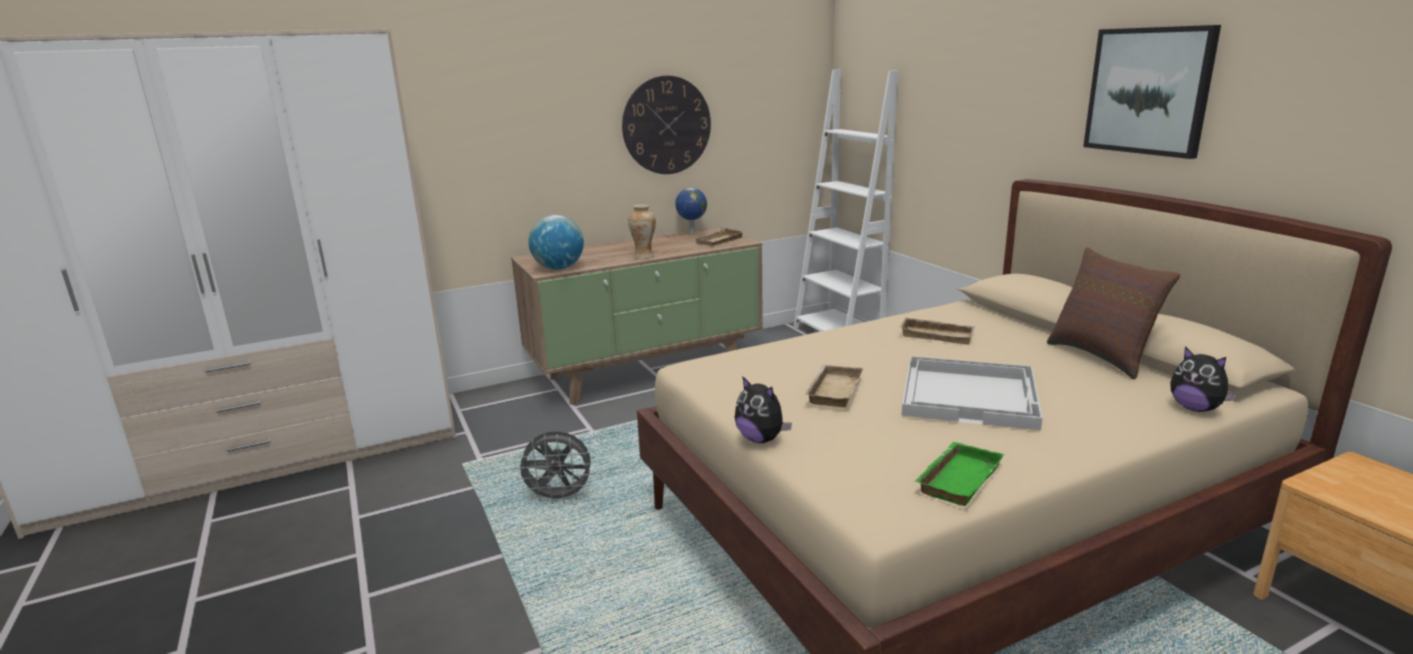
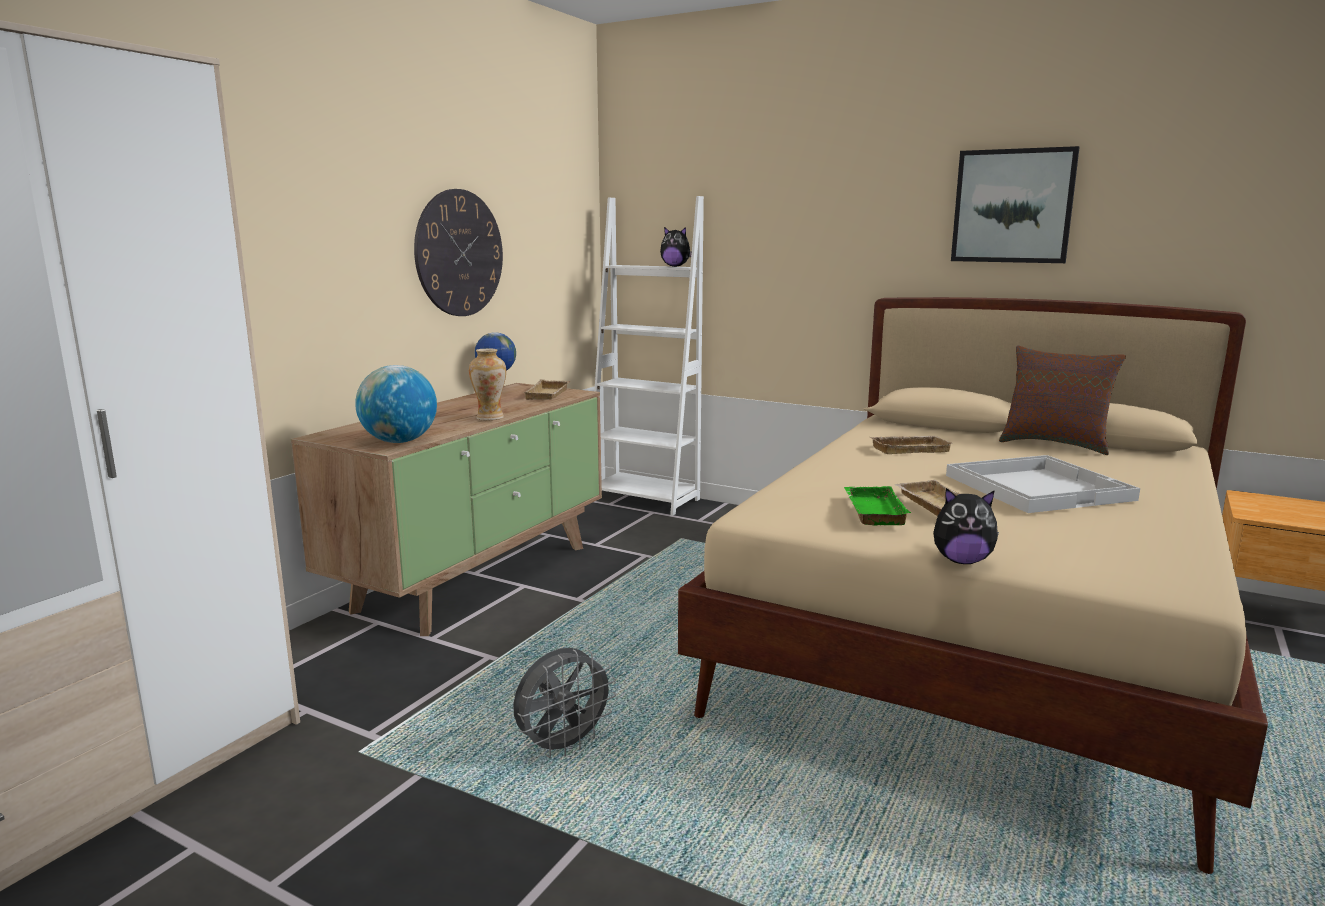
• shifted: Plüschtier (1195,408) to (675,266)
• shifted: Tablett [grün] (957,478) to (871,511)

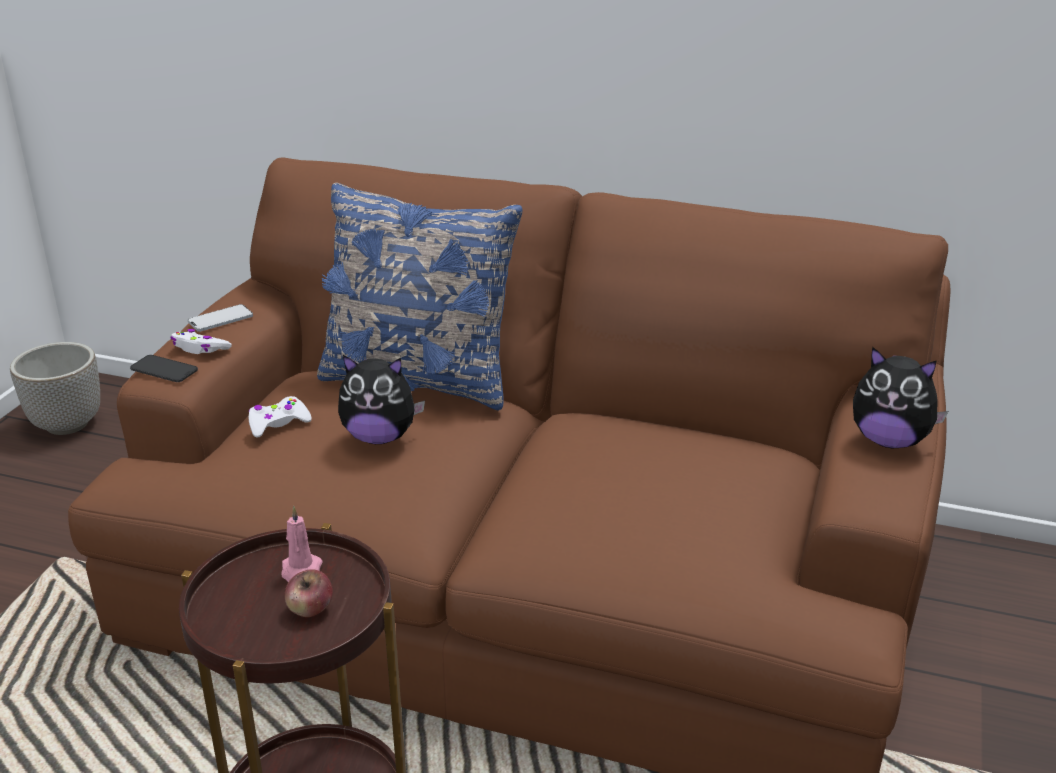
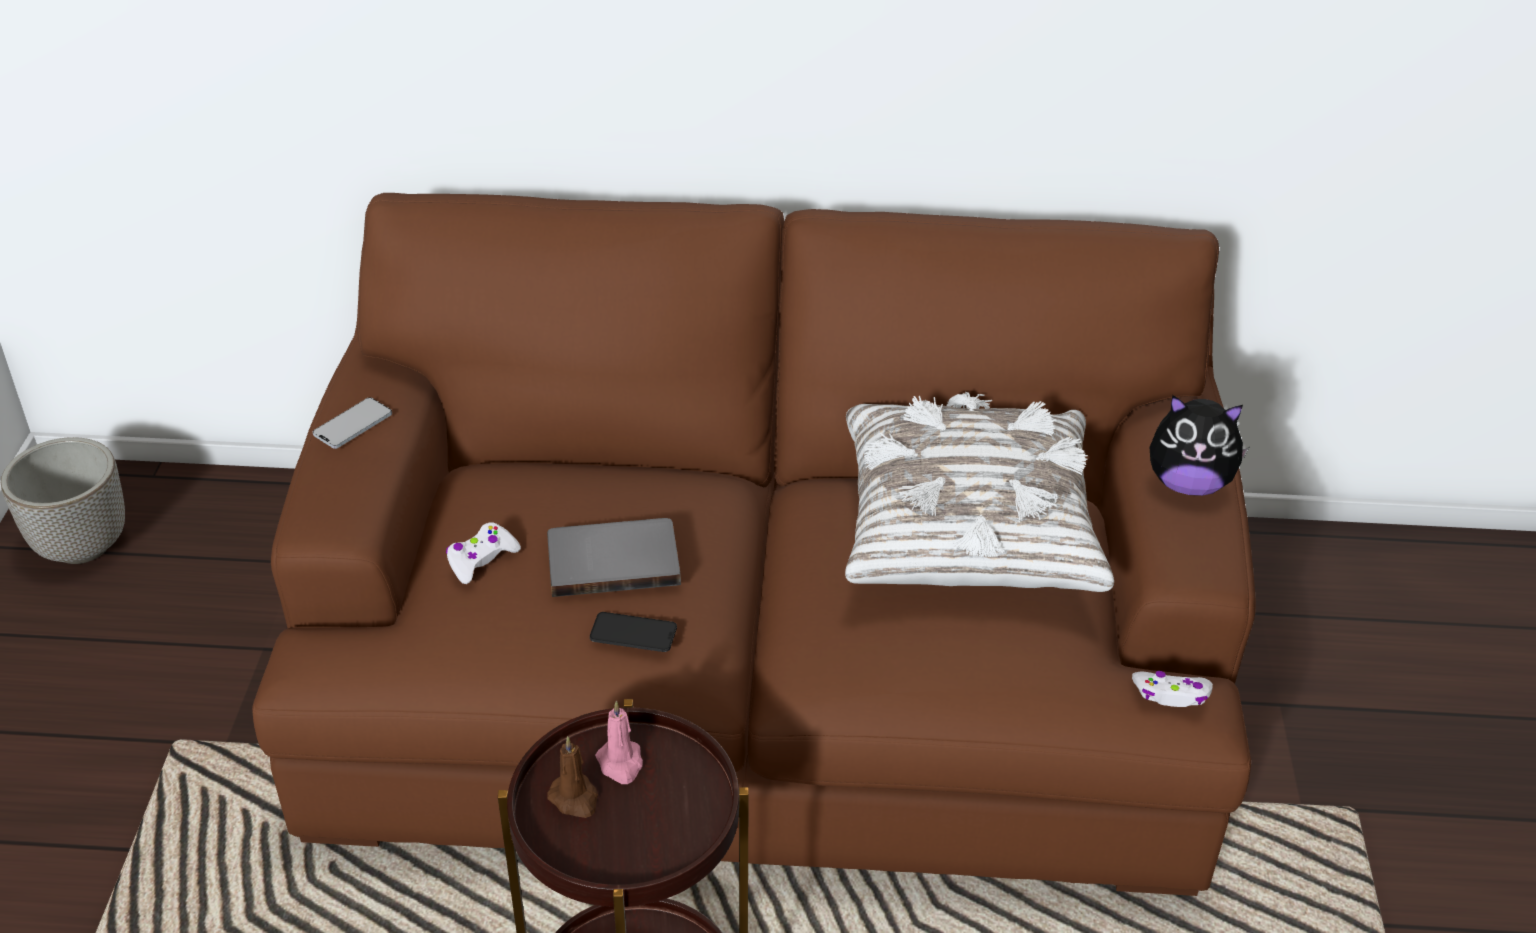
• swapped: Plüschtier (380,437) to Buch [grau] (613,559)
• new: Kerze [braun] (575,799)
• shifted: Handy (164,369) to (633,633)
• new: Kissen [weiß] (967,535)
• shifted: Gamepad [weiß] (200,349) to (1171,694)
• gone: Apfel (310,609)
• gone: Kissen [blau] (418,383)

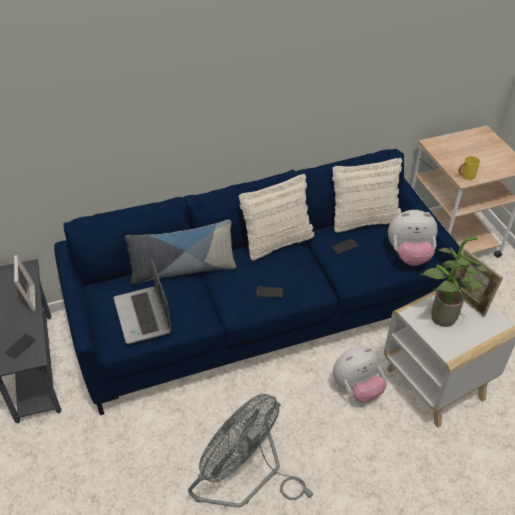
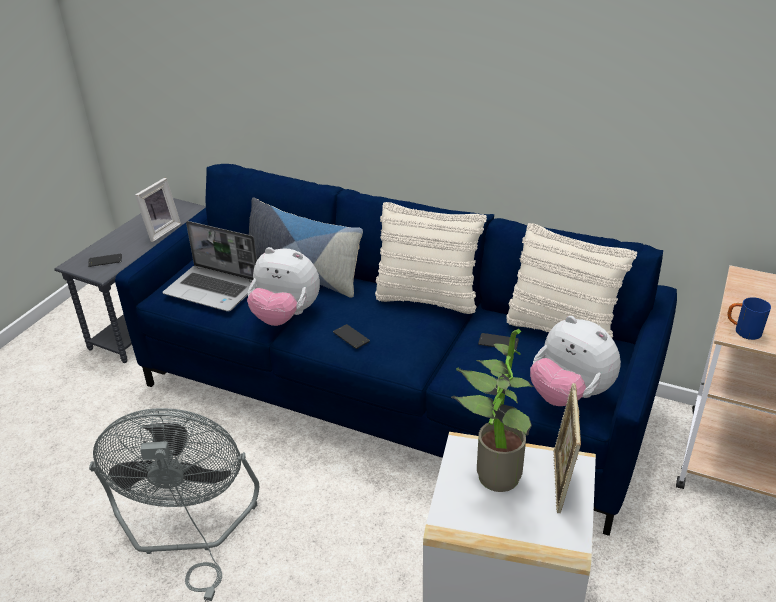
• rotated: Laptop (143,316) = (214,289) 90 degrees counterclockwise
• shifted: Plüschtier (357,388) to (285,316)
• repainted: Henkelbecher [gelb] (465,176) to Henkelbecher [blau] (742,331)

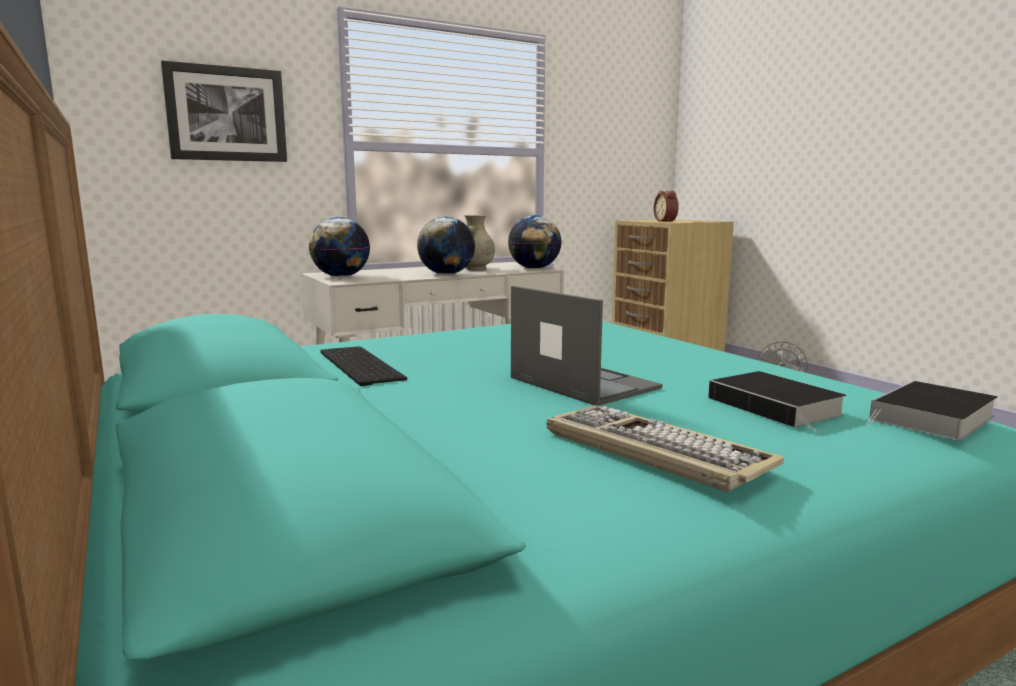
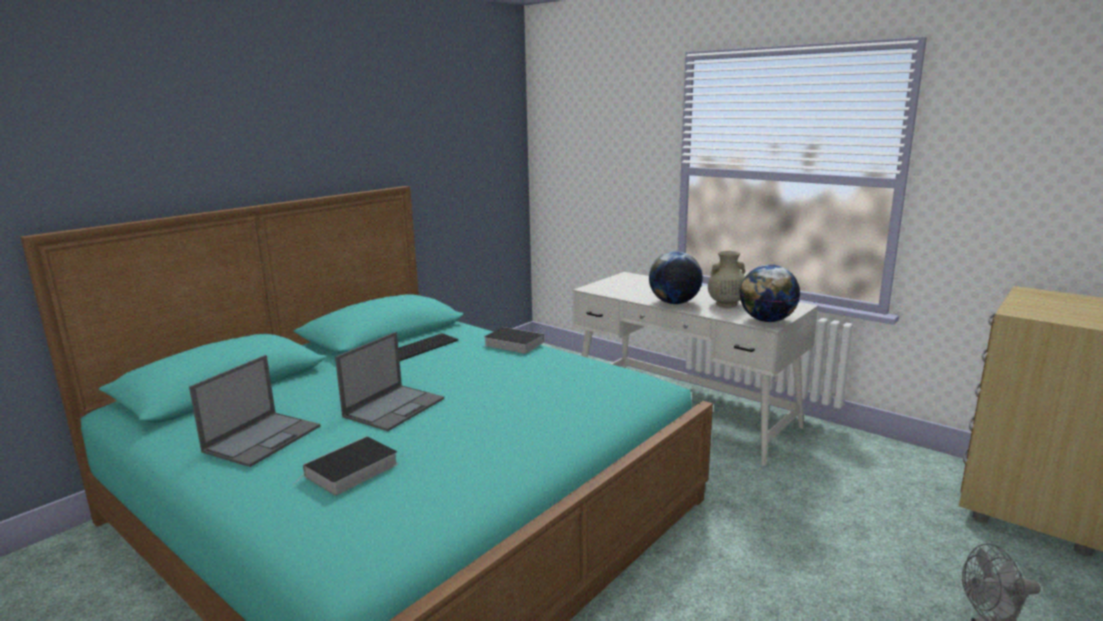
• swapped: Tastatur (651,450) to Laptop (263,438)
• shifted: Buch (932,418) to (512,343)
• gone: Bild (226,114)
• gone: Globus (341,276)
• gone: Wecker (666,221)

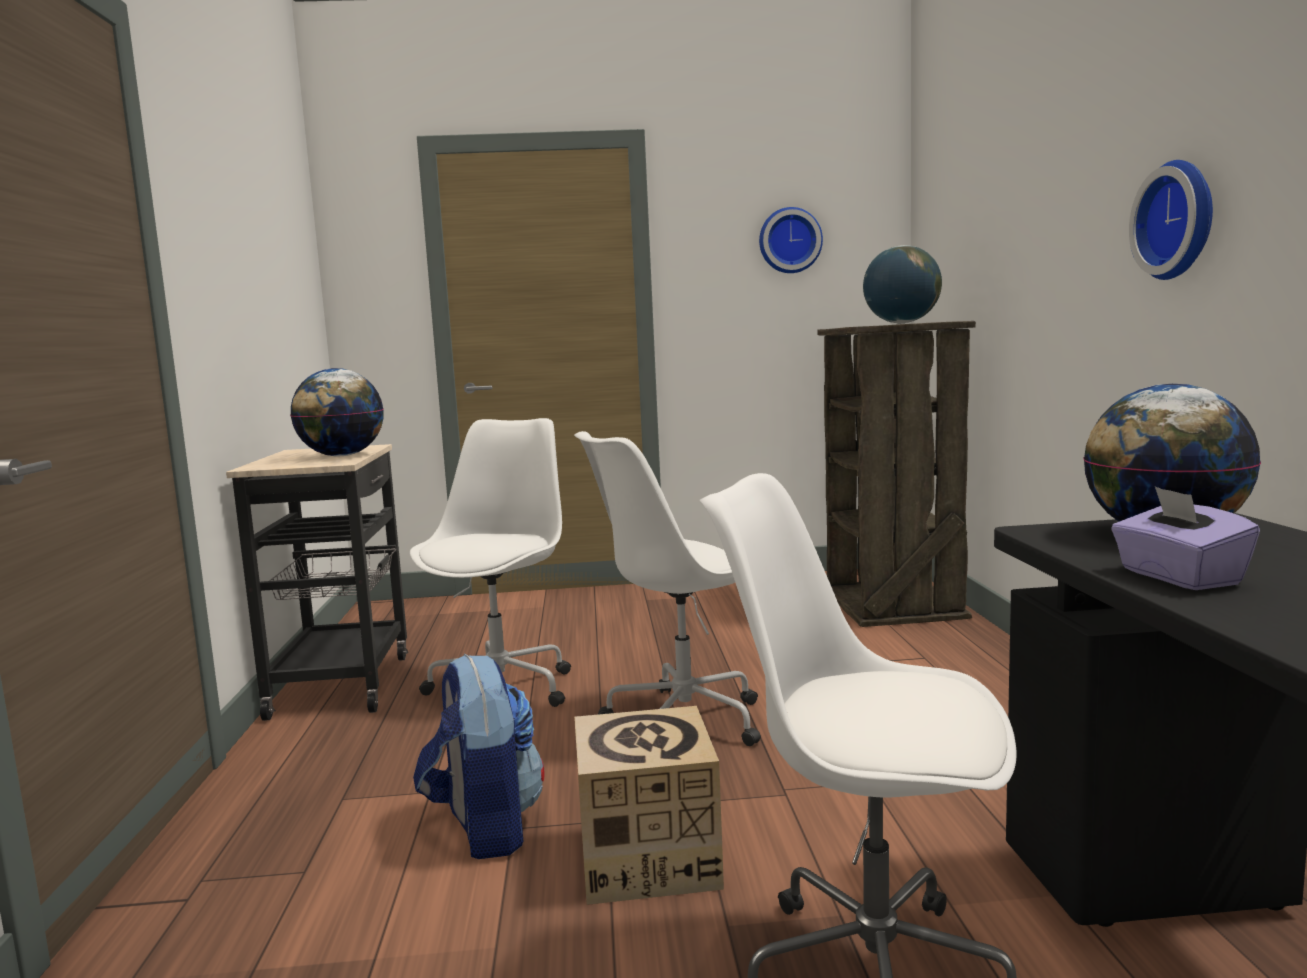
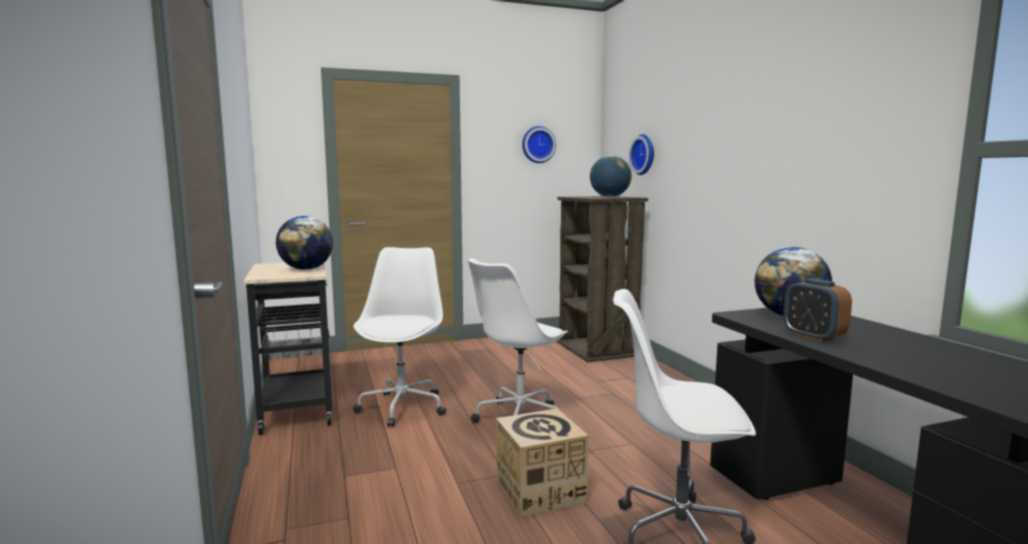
• shifted: Wanduhr (1180,220) to (644,154)
• swapped: Taschentuchbox [lila] (1178,577) to Wecker (813,337)
• gone: Rucksack (484,828)

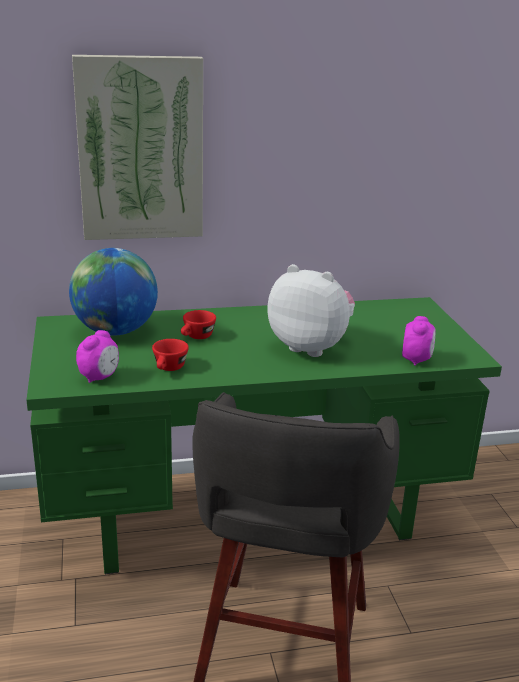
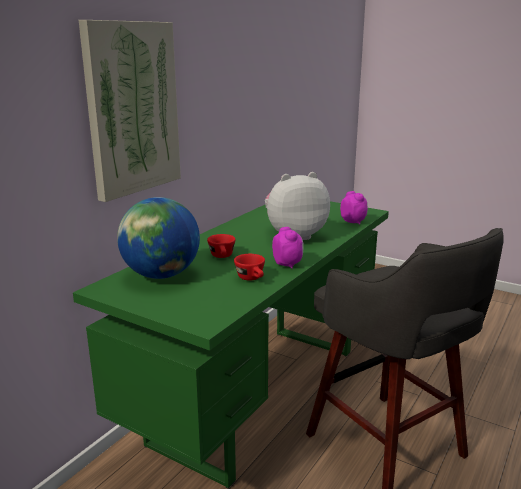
• shifted: Wecker (99,377) to (288,264)

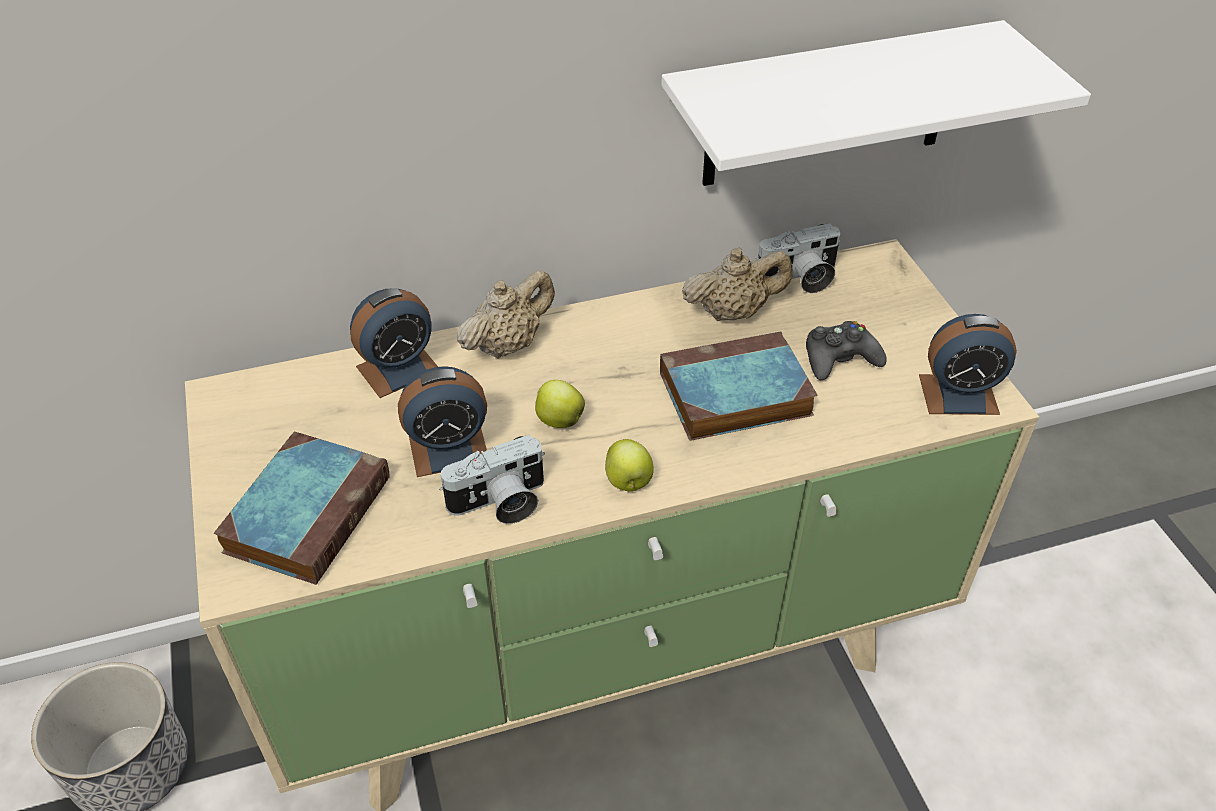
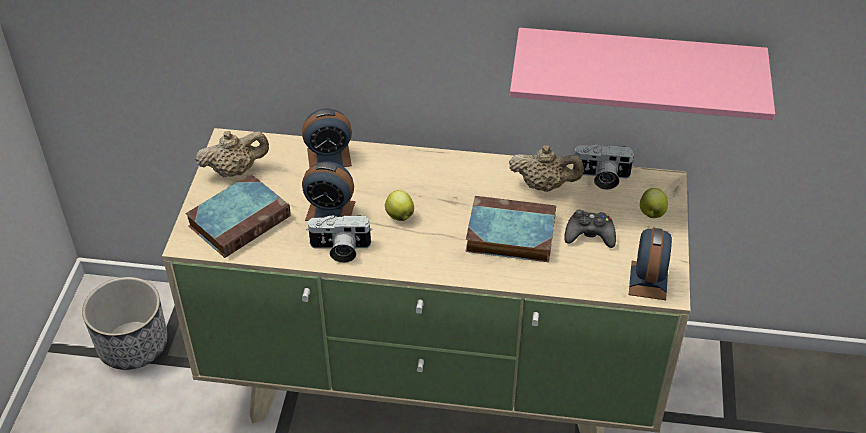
• shifted: Teekanne [beige] (508,344) to (235,170)
• repainted: Wandregal [weiß] (829,106) to Wandregal [rosa] (636,72)
• rotated: Wecker (958,394) = (648,280) 105 degrees counterclockwise
• shifted: Apfel (628,482) to (651,213)

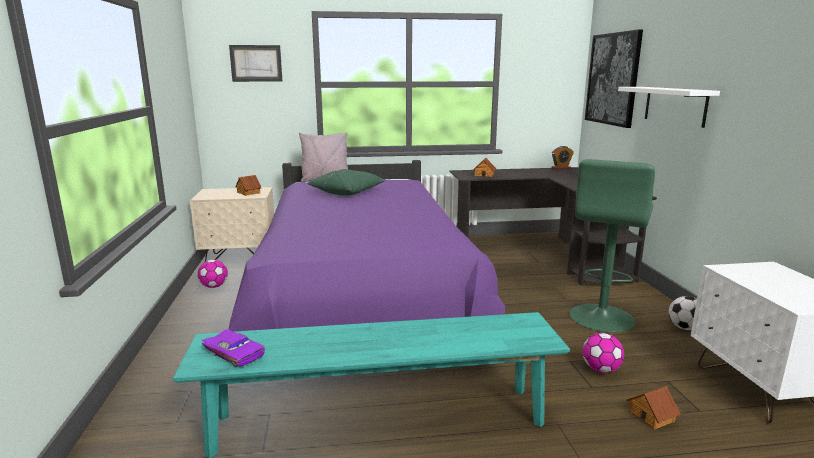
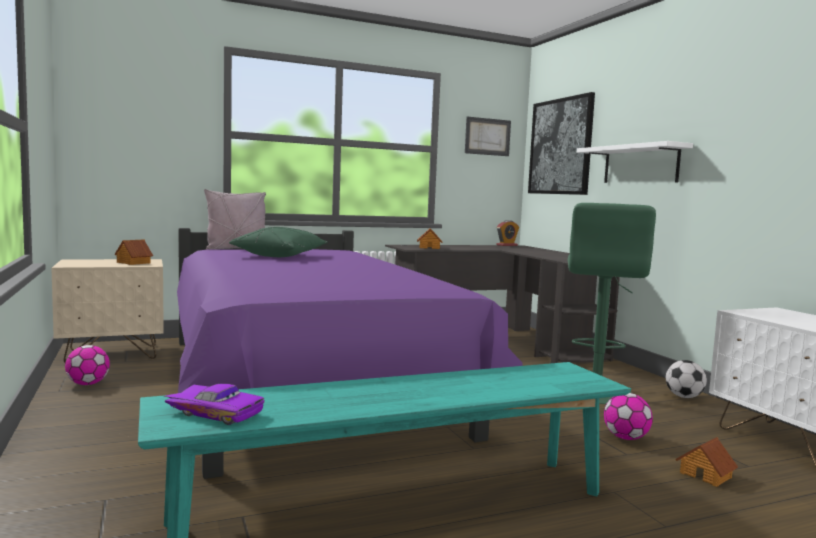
• shifted: Bild (256,63) to (487,136)

